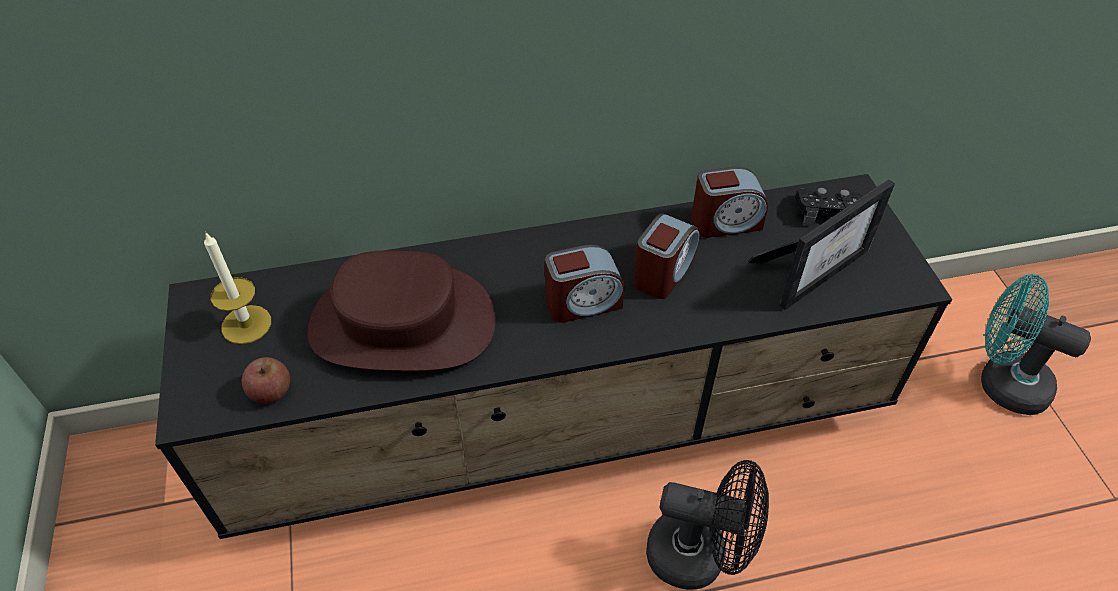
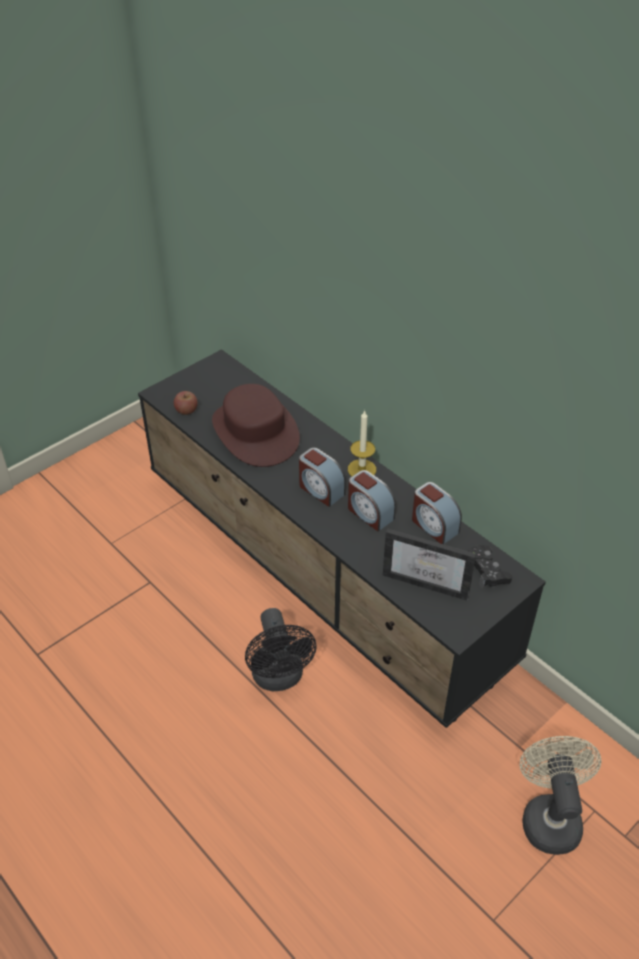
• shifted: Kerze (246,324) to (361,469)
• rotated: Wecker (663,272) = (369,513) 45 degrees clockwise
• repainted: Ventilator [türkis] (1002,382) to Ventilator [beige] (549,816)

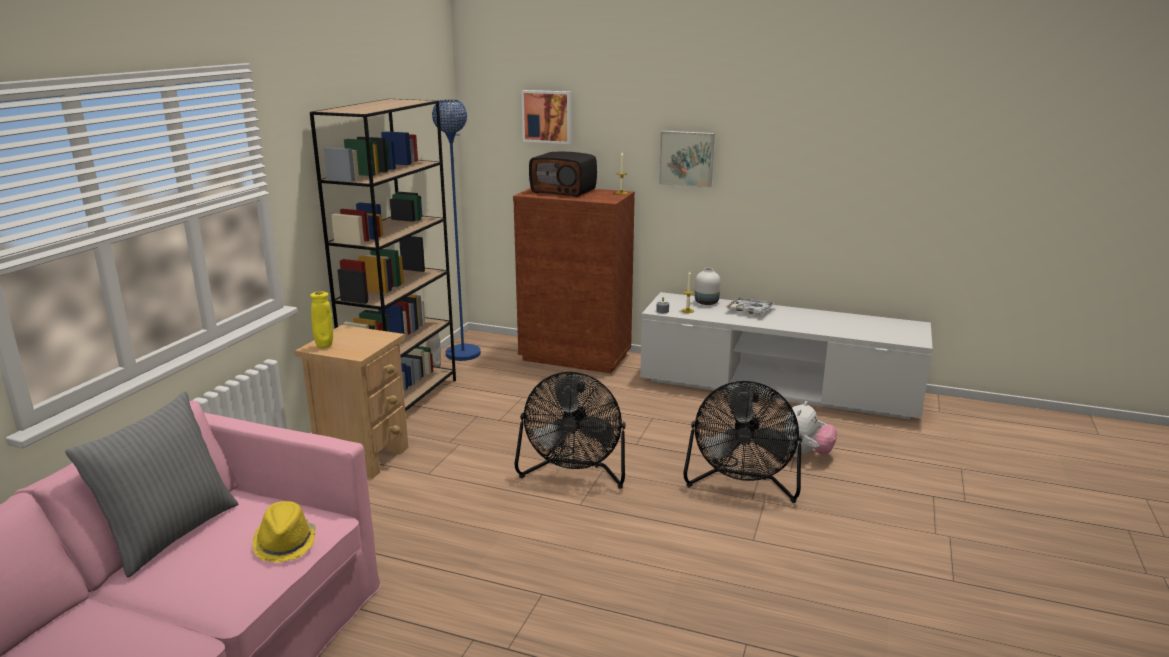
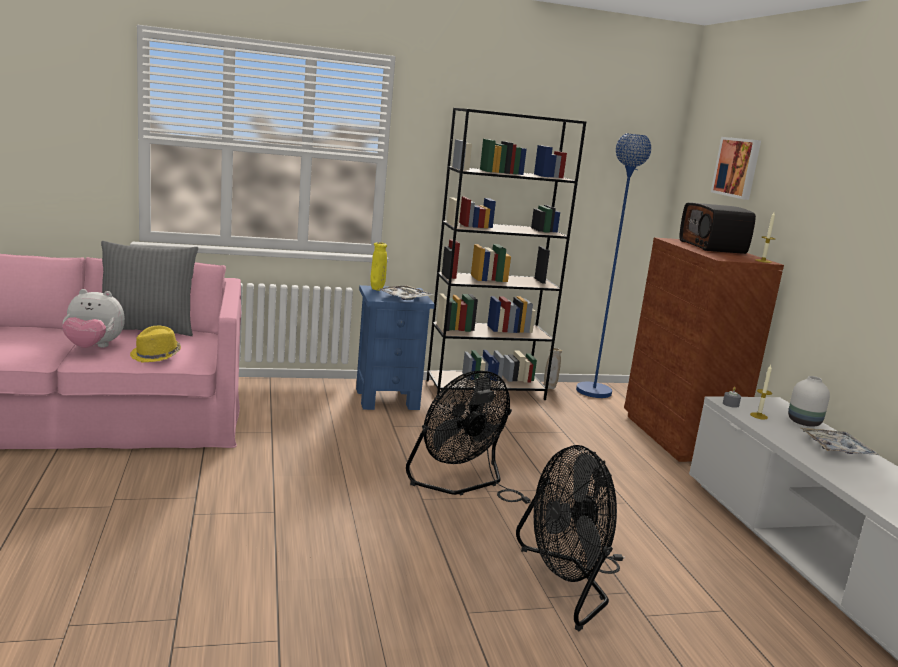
• shifted: Plüschtier (805,454) to (93,348)
• repainted: Nachttisch [beige] (365,457) to Nachttisch [blau] (388,399)
• new: Tablett (405,298)
• rotated: Ventilator [schwarz] (571,471) = (470,482) 75 degrees clockwise
• gone: Bild (687,158)

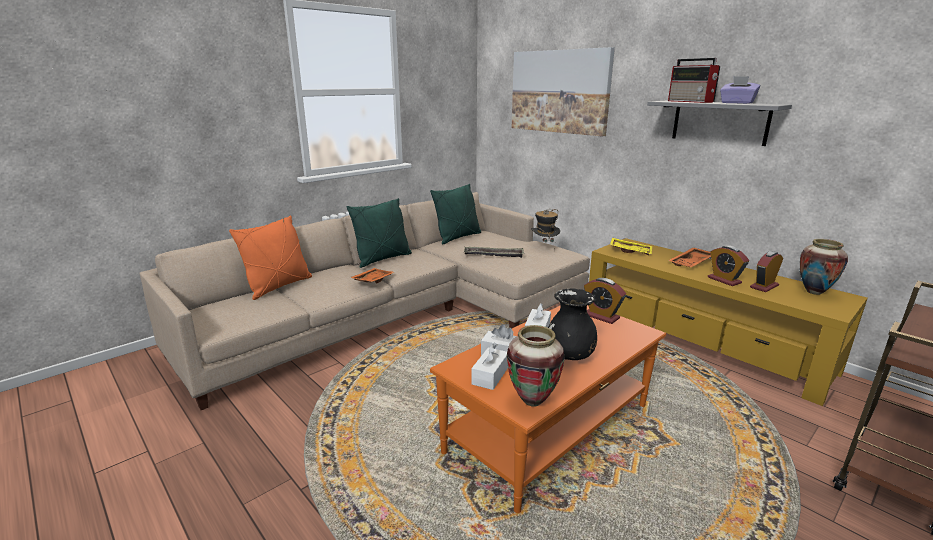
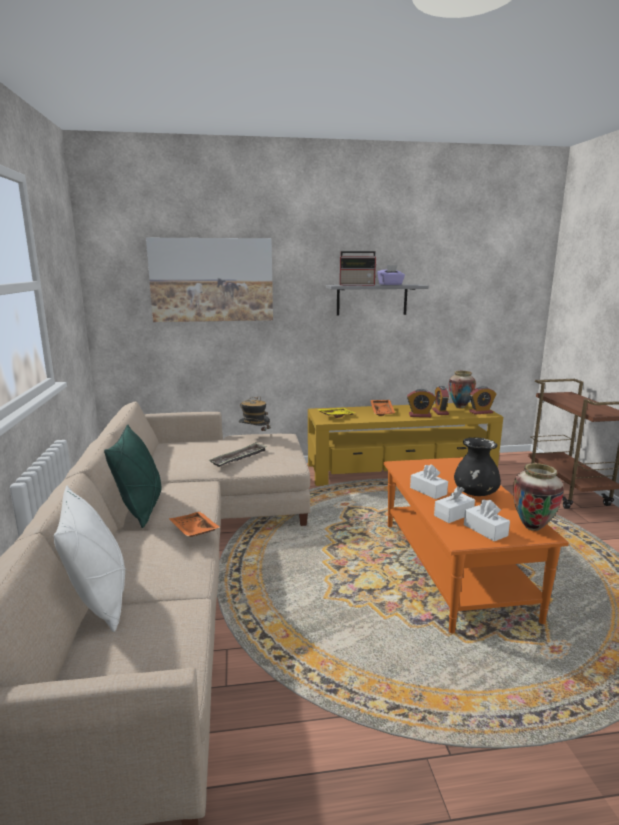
• repainted: Kissen [orange] (279,286) to Kissen [weiß] (100,599)
• shifted: Wecker (601,316) to (481,412)
• gone: Kissen [grün] (457,237)

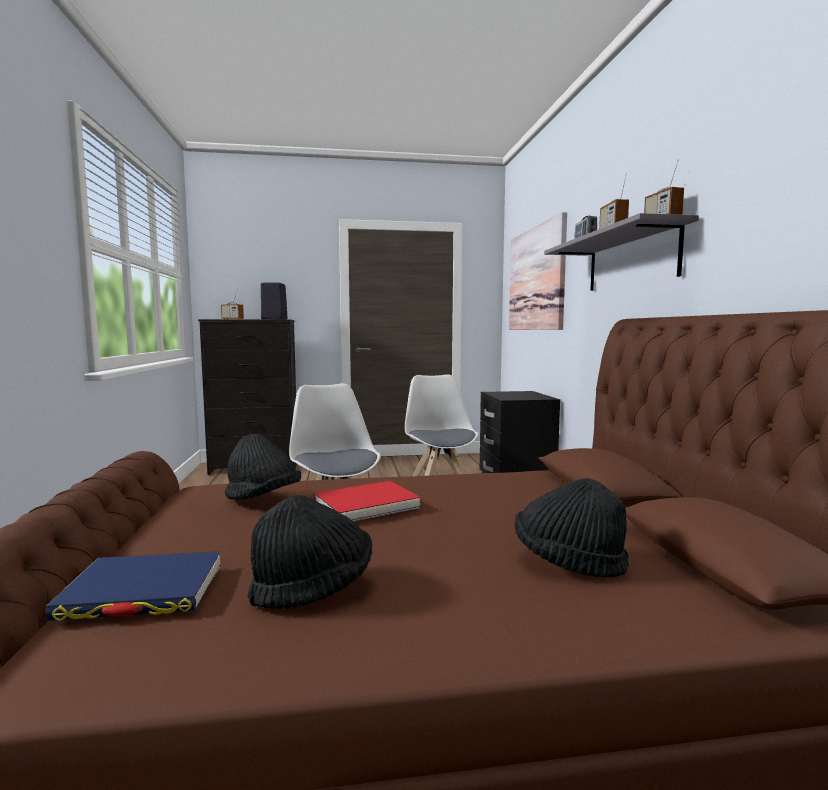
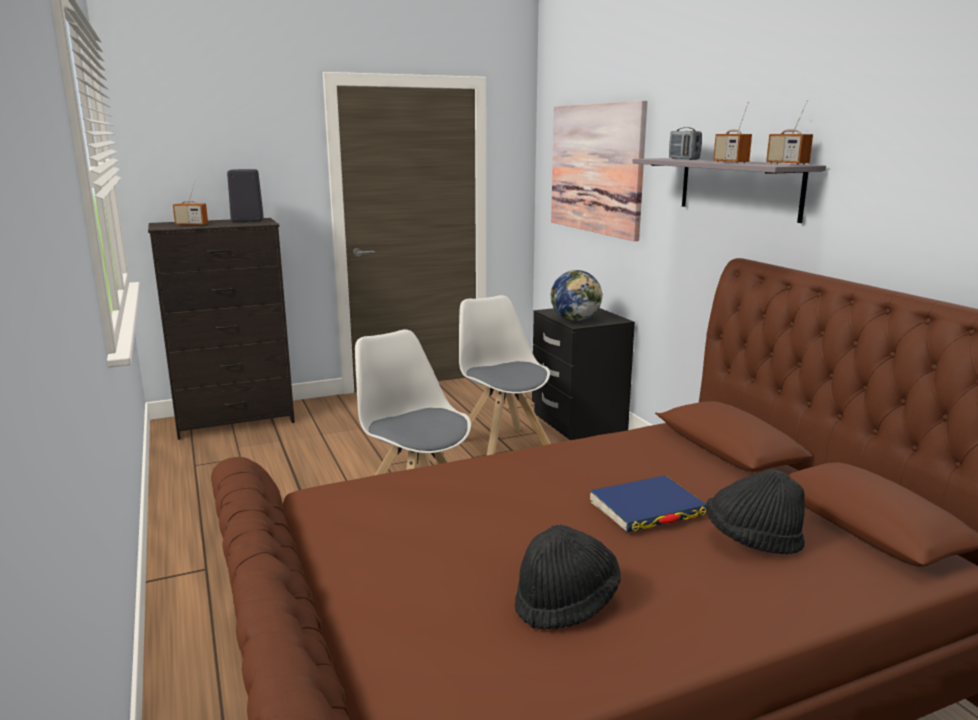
• new: Globus (575,320)
• shifted: Buch [blau] (143,592) to (647,508)
• gone: Hut [schwarz] (262,498)
• gone: Buch [rot] (366,506)

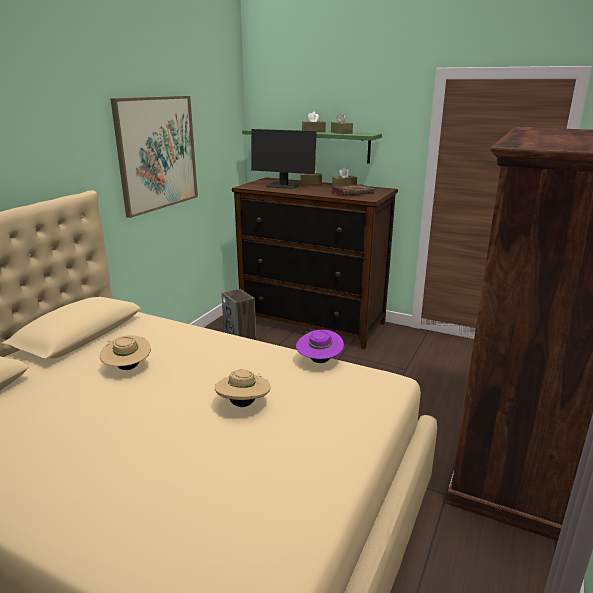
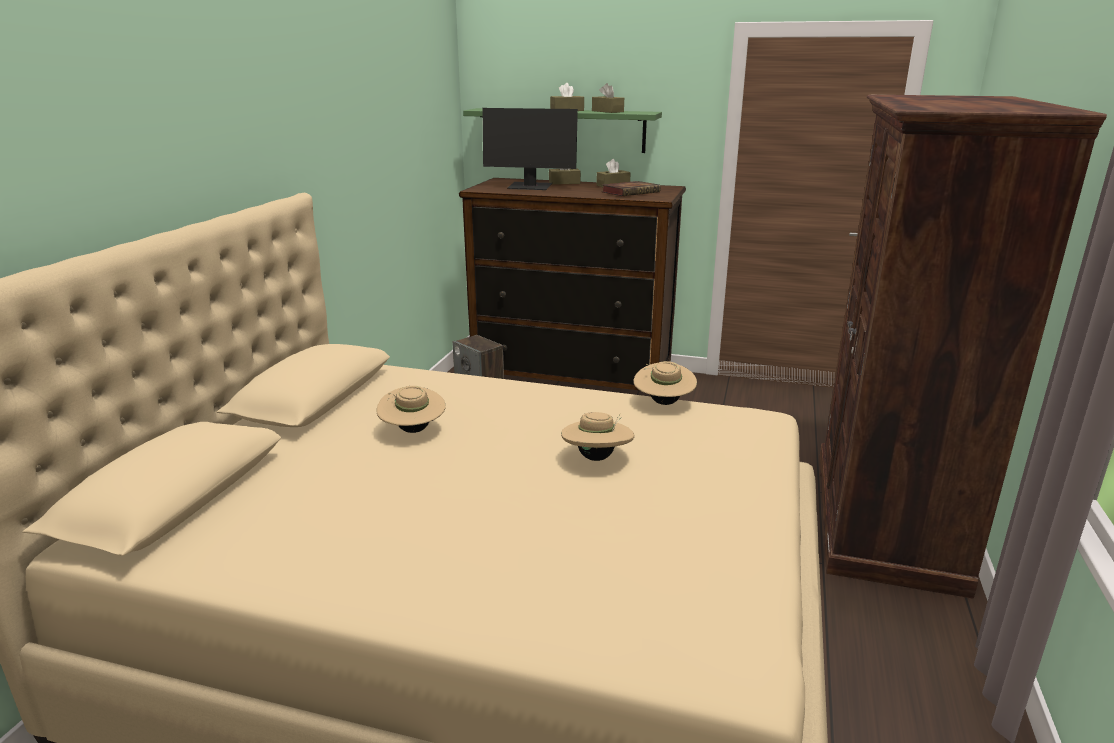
• repainted: Hut [lila] (319,361) to Hut [beige] (663,402)
• gone: Bild (157,153)

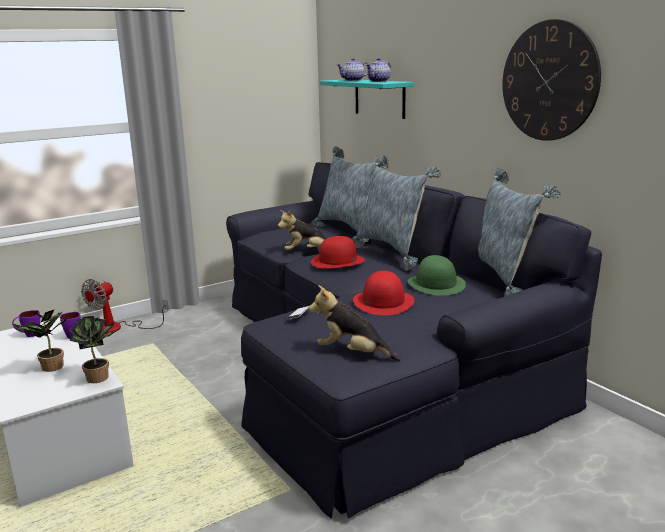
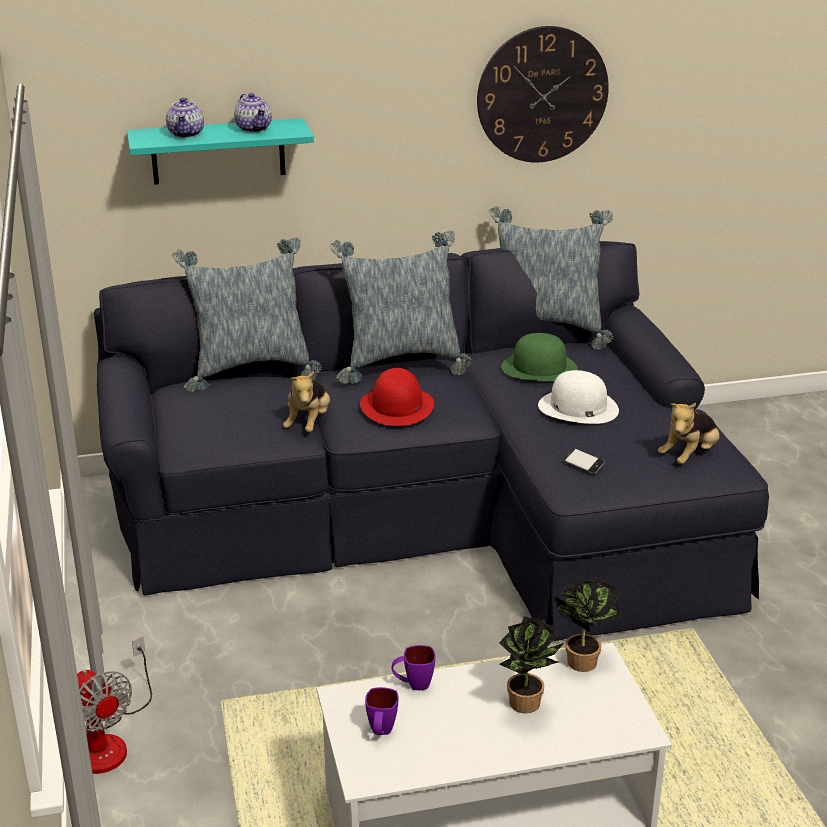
• repainted: Hut [rot] (383,302) to Hut [weiß] (577,407)

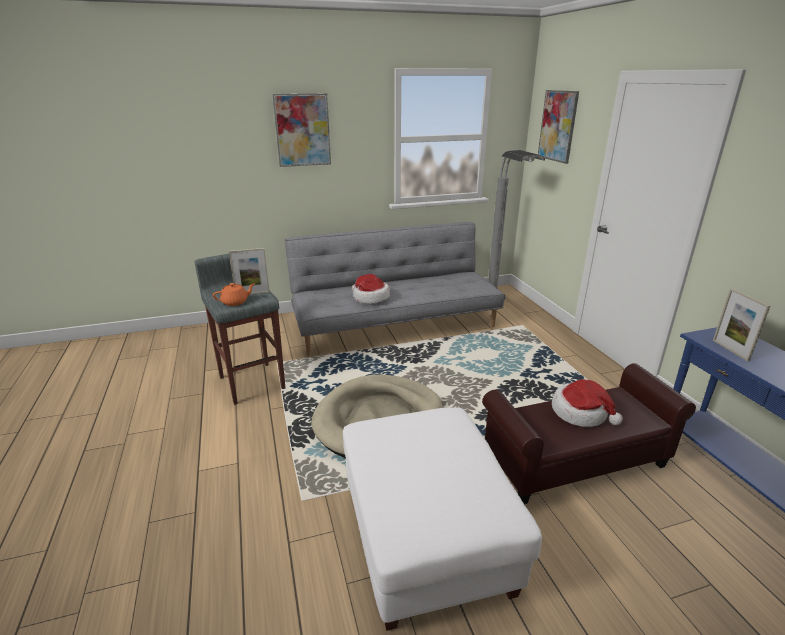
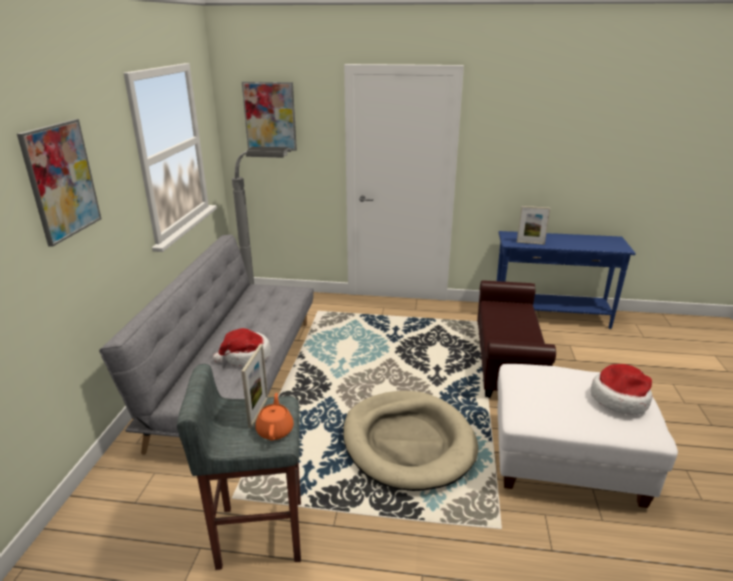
• shifted: Hut (580,413) to (620,399)

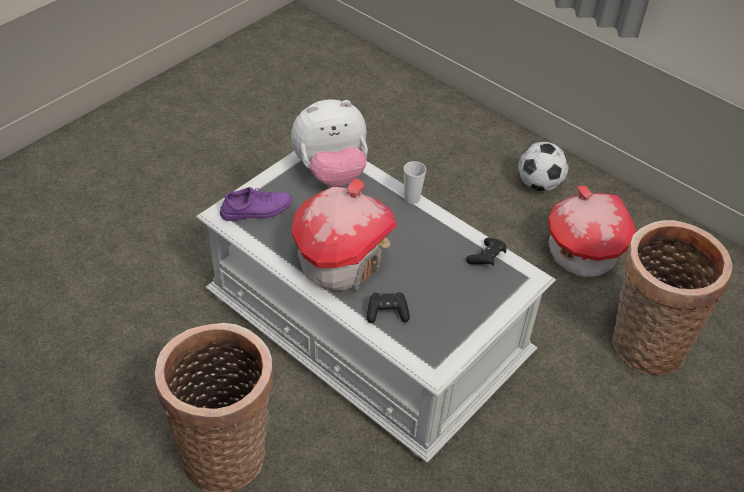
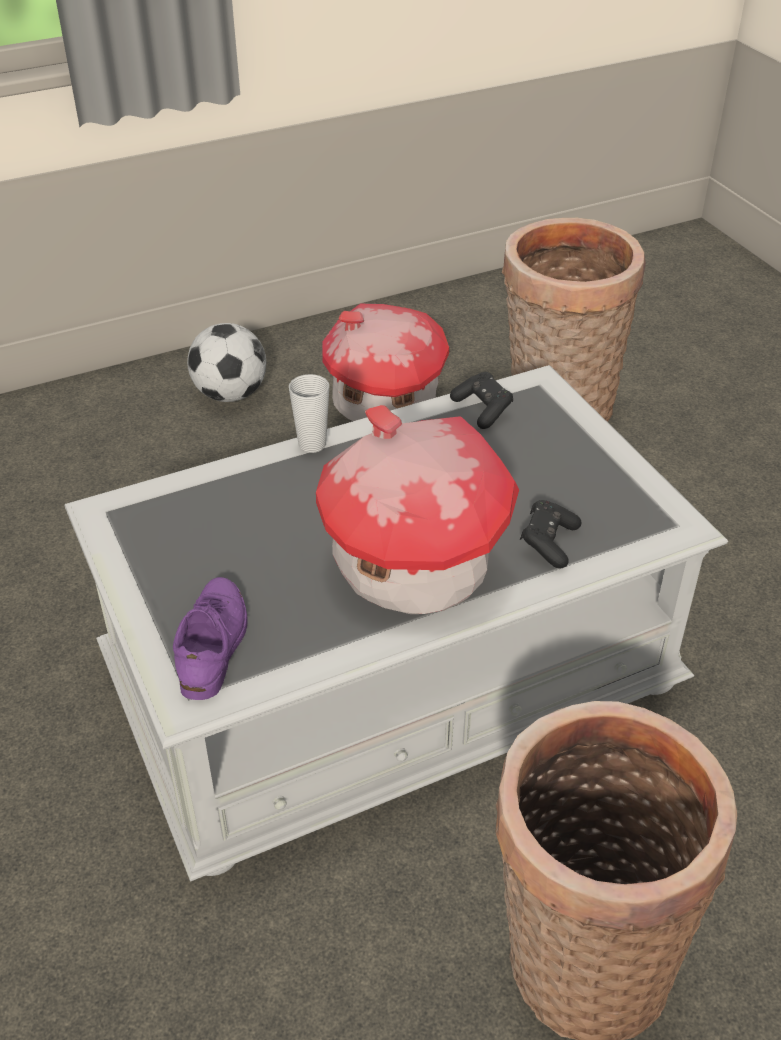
• gone: Plüschtier (331,172)

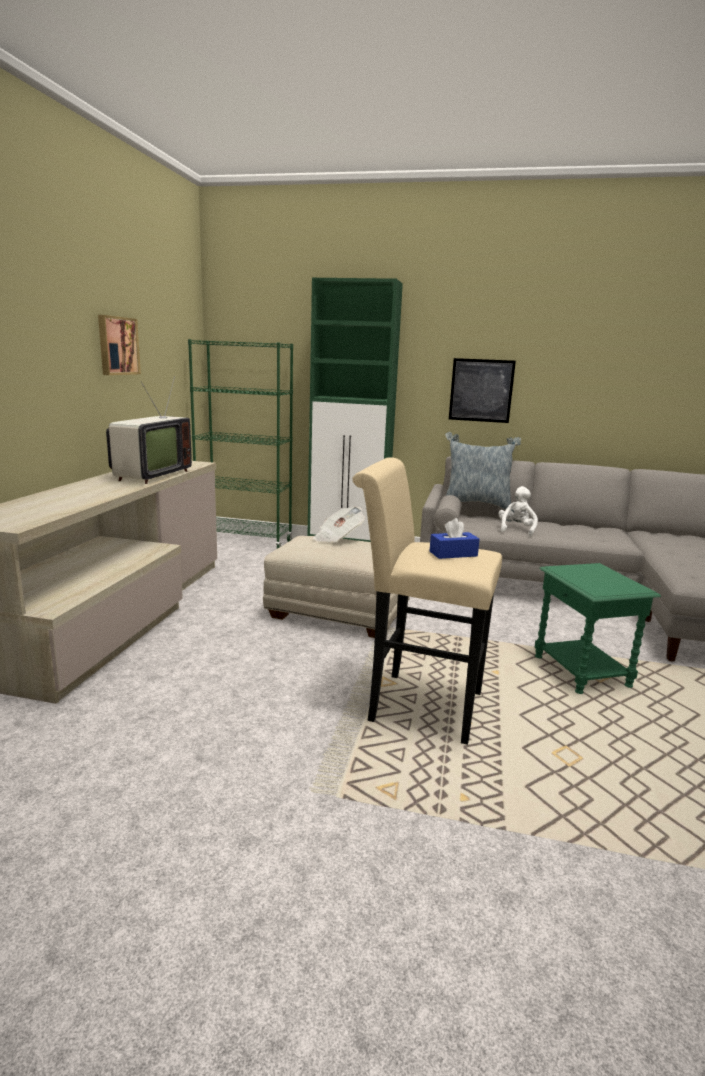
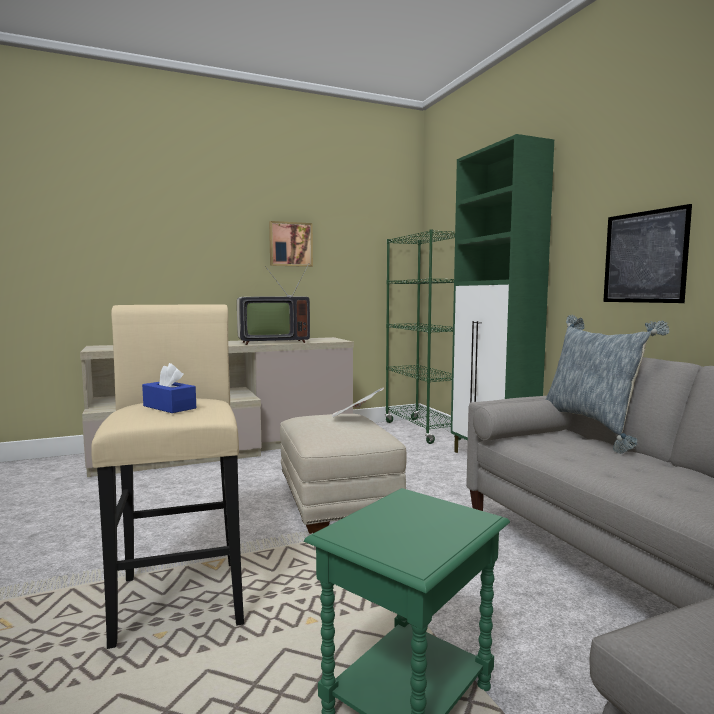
• gone: Plüschtier [weiß] (516,530)

